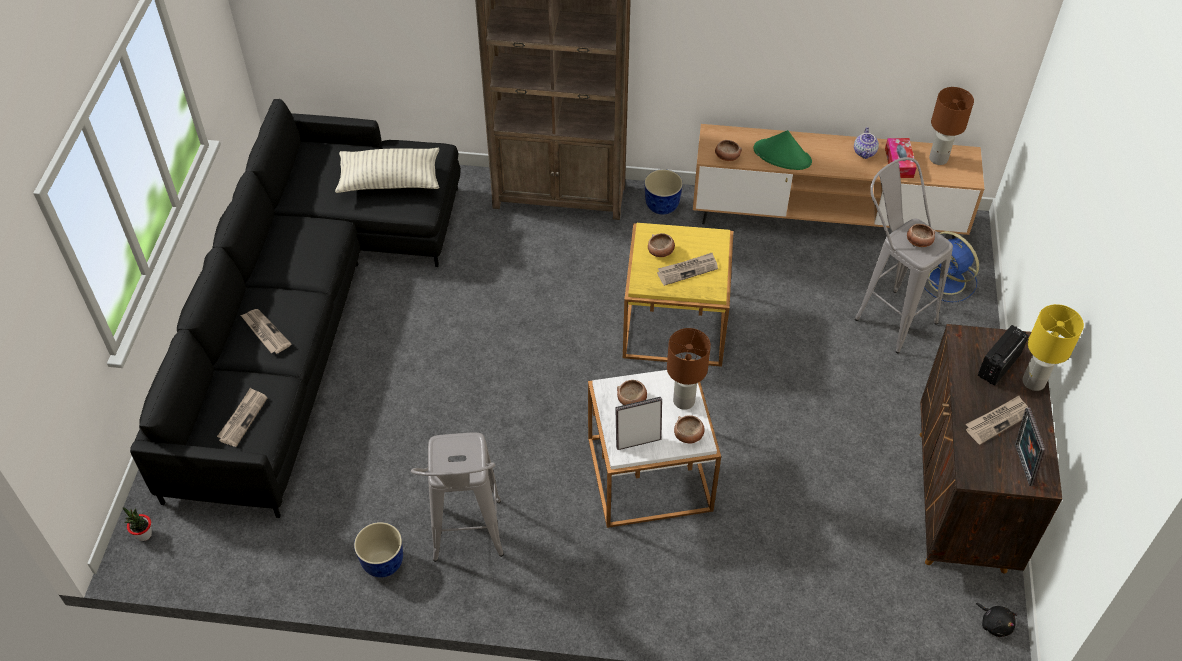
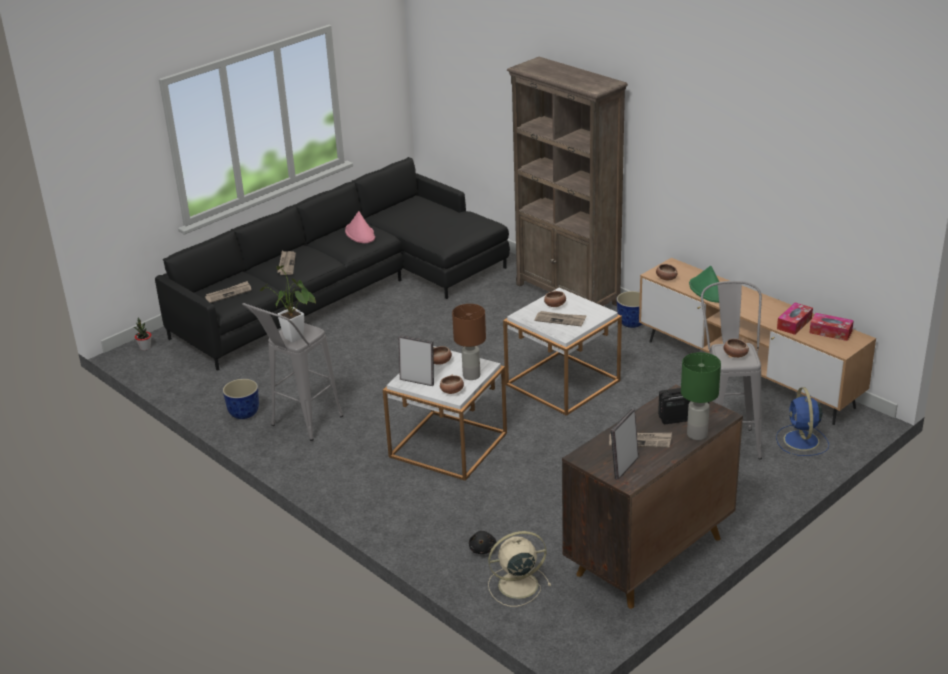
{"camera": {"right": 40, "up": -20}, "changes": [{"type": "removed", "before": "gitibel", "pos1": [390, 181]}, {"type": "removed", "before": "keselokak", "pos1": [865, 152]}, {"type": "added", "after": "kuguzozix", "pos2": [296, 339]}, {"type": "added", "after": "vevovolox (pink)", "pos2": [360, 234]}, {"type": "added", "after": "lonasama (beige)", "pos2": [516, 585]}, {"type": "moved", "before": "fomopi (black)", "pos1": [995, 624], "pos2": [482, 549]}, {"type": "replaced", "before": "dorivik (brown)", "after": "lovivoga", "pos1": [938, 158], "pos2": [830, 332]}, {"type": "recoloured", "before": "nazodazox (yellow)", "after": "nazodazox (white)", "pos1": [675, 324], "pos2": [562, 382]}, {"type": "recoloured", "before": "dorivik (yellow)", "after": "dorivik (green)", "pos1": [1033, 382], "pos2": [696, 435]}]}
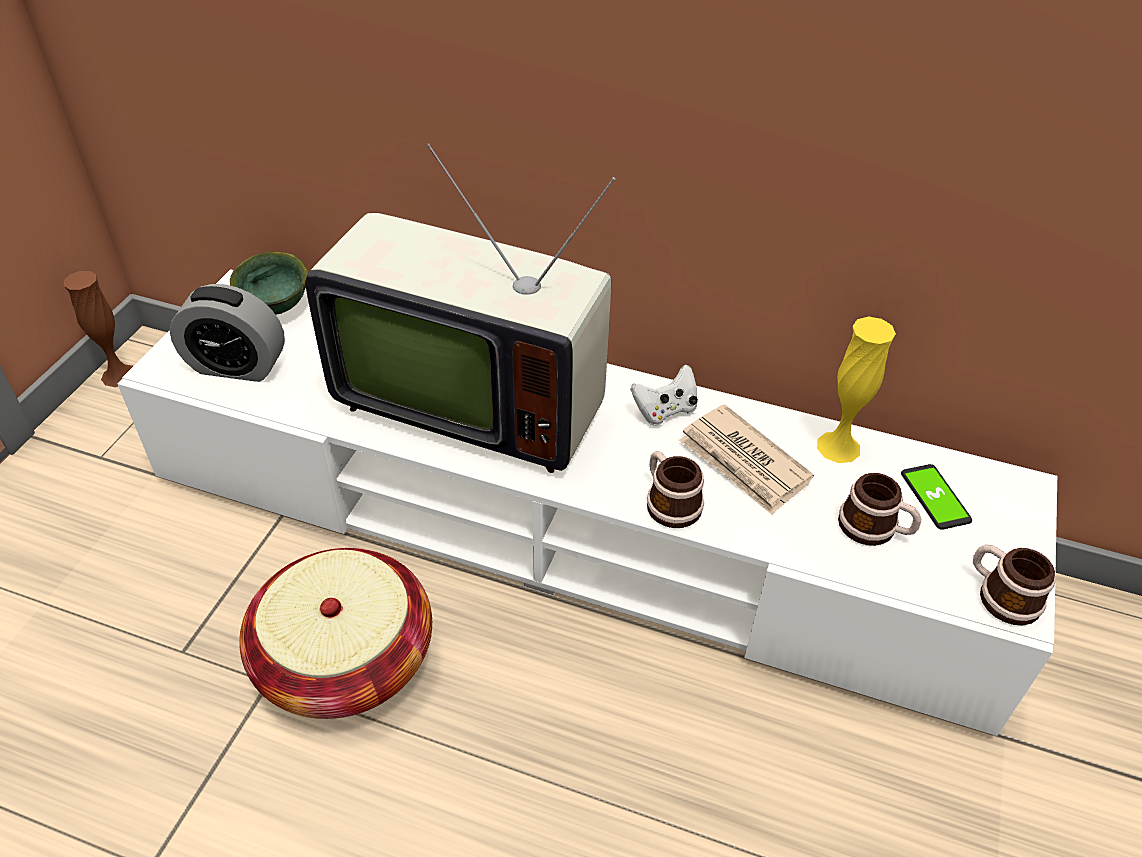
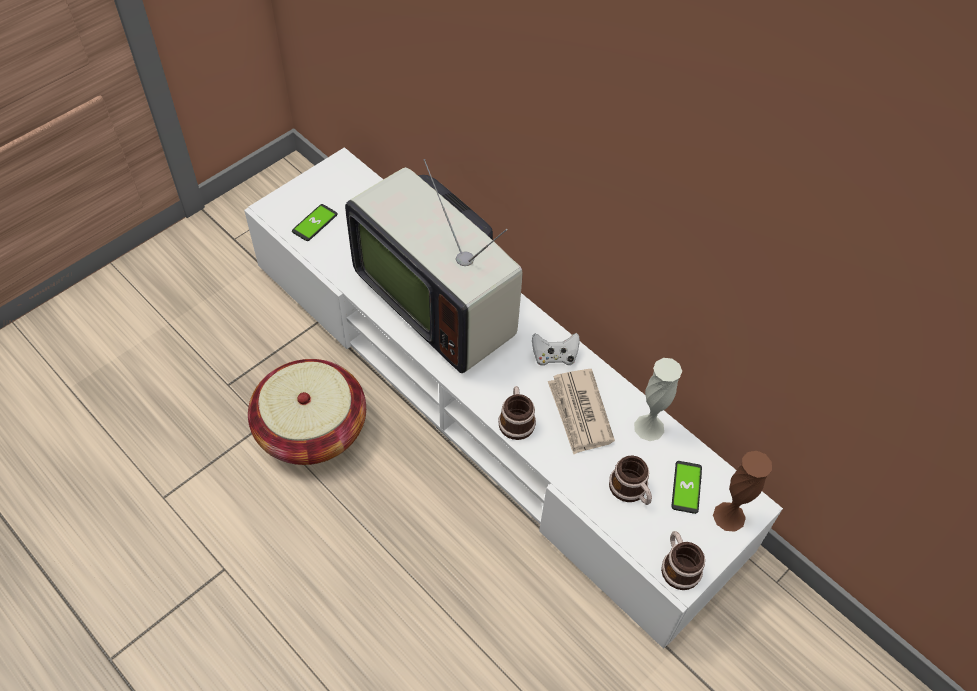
{"camera": {"right": 25, "up": 10}, "changes": [{"type": "removed", "before": "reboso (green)", "pos1": [278, 308]}, {"type": "moved", "before": "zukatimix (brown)", "pos1": [119, 375], "pos2": [729, 516]}, {"type": "replaced", "before": "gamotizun", "after": "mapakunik", "pos1": [237, 366], "pos2": [315, 223]}, {"type": "recoloured", "before": "zukatimix (yellow)", "after": "zukatimix (white)", "pos1": [838, 447], "pos2": [649, 427]}]}
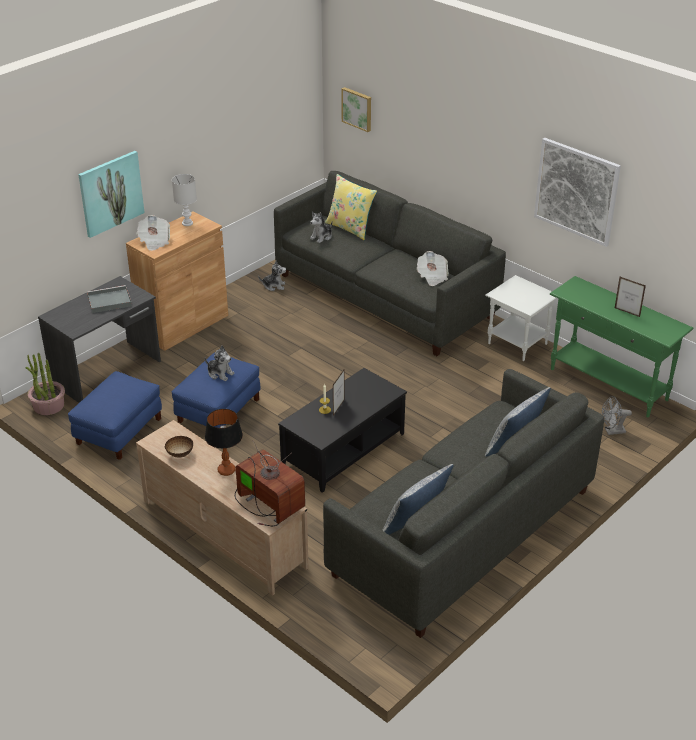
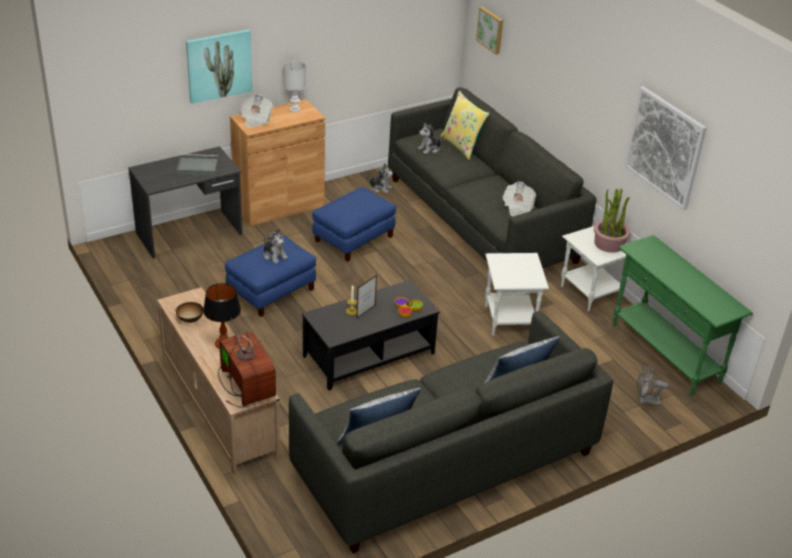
{"camera": {"right": 15, "up": 0}, "changes": [{"type": "removed", "before": "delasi", "pos1": [627, 312]}, {"type": "added", "after": "reboso", "pos2": [407, 310]}, {"type": "added", "after": "nazodazox (white)", "pos2": [509, 321]}, {"type": "moved", "before": "kuguzozix", "pos1": [48, 406], "pos2": [609, 244]}, {"type": "moved", "before": "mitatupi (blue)", "pos1": [118, 431], "pos2": [353, 238]}]}
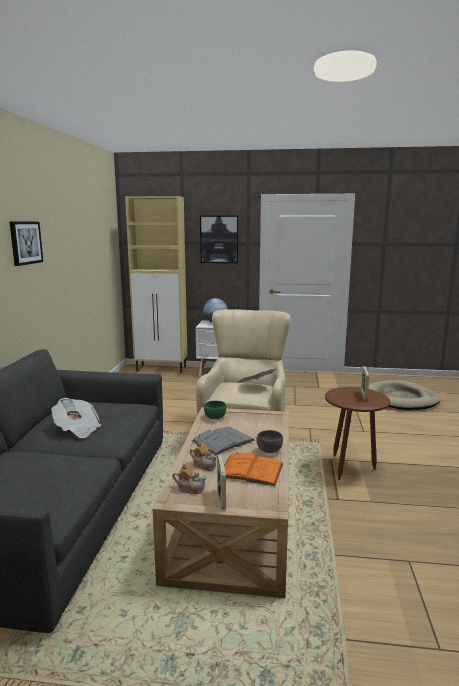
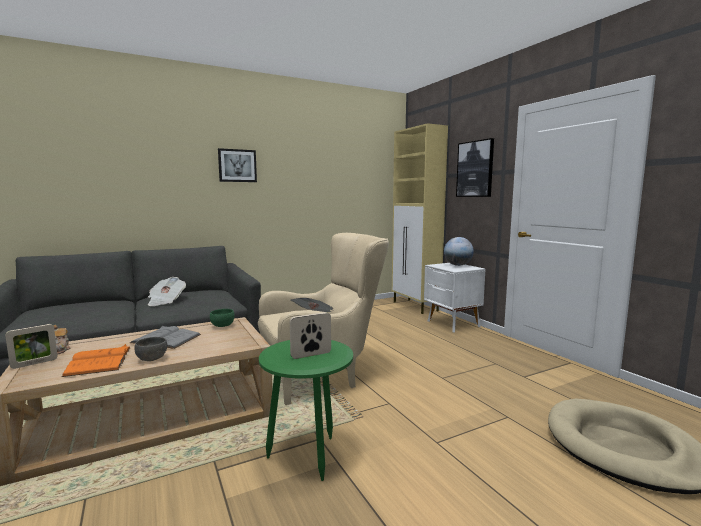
{"camera": {"right": 55, "up": -5}, "changes": [{"type": "removed", "before": "keselokak", "pos1": [204, 465]}, {"type": "recoloured", "before": "nazodazox (brown)", "after": "nazodazox (green)", "pos1": [351, 468], "pos2": [308, 460]}]}
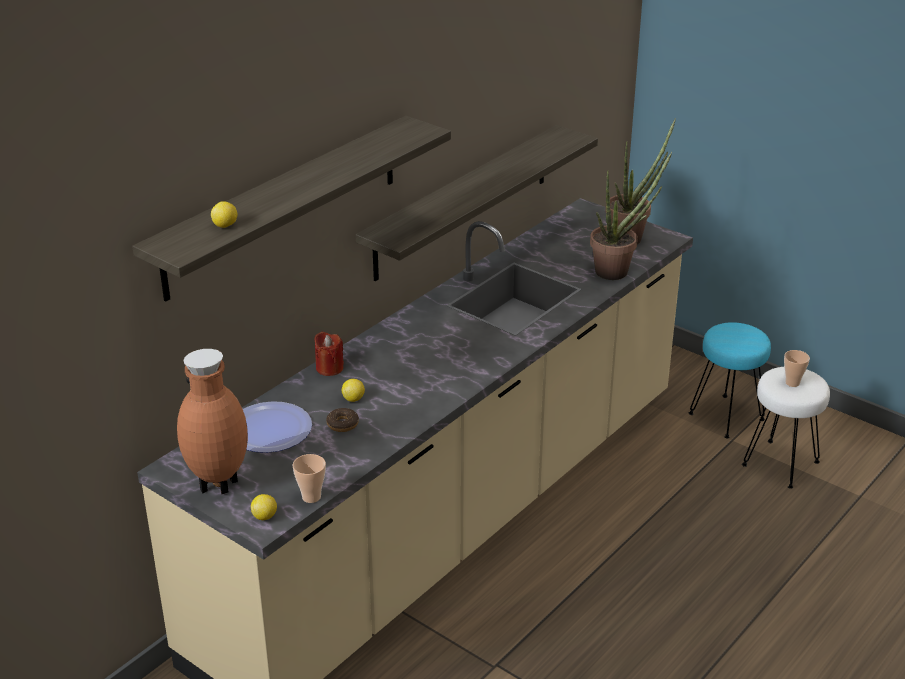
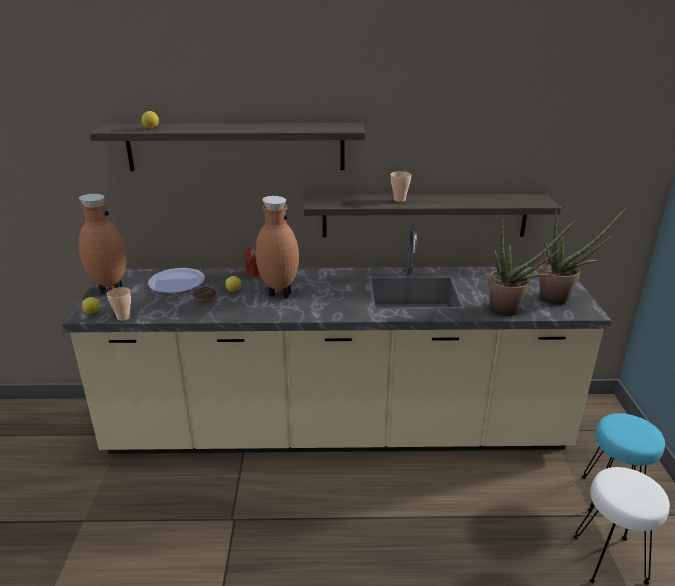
{"camera": {"right": 50, "up": -5}, "changes": [{"type": "added", "after": "zukatimix (brown)", "pos2": [278, 294]}, {"type": "moved", "before": "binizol", "pos1": [792, 383], "pos2": [399, 200]}]}
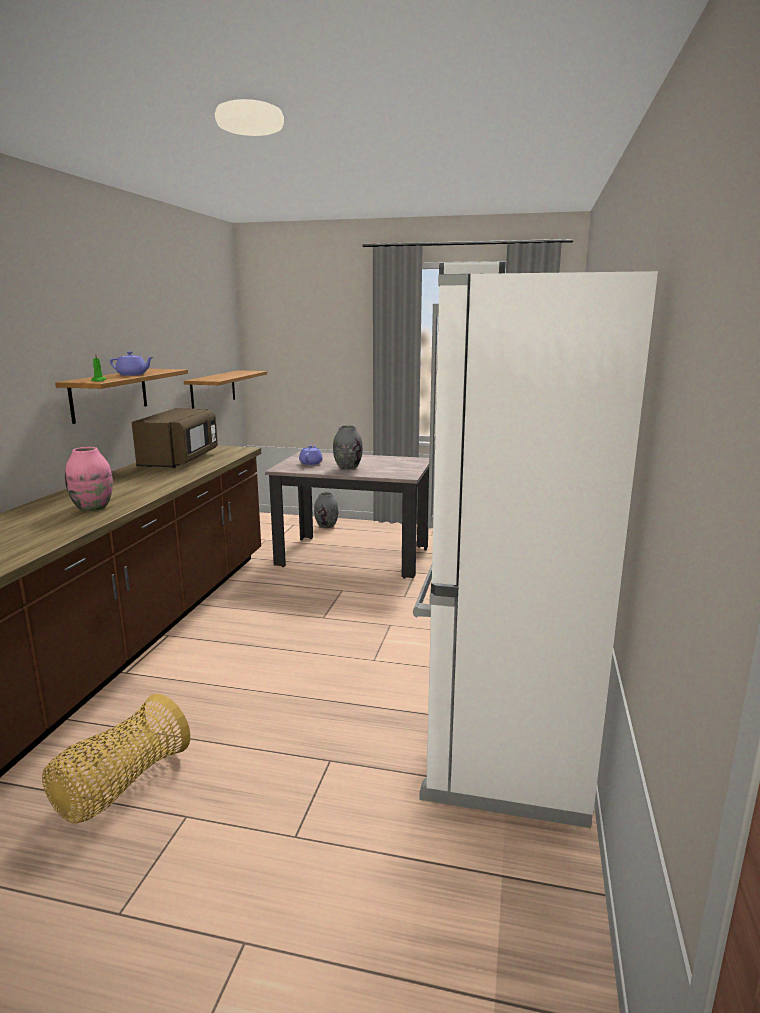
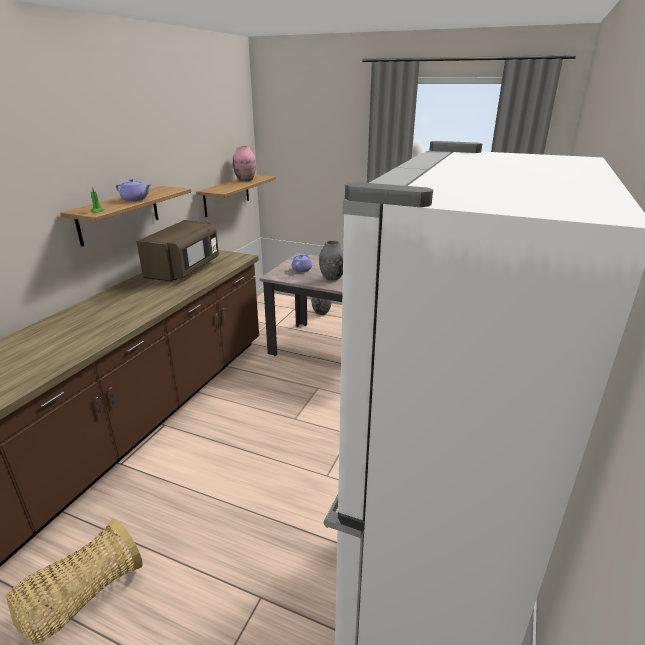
{"camera": {"right": 10, "up": 10}, "changes": [{"type": "moved", "before": "zukatimix (pink)", "pos1": [93, 508], "pos2": [245, 180]}]}
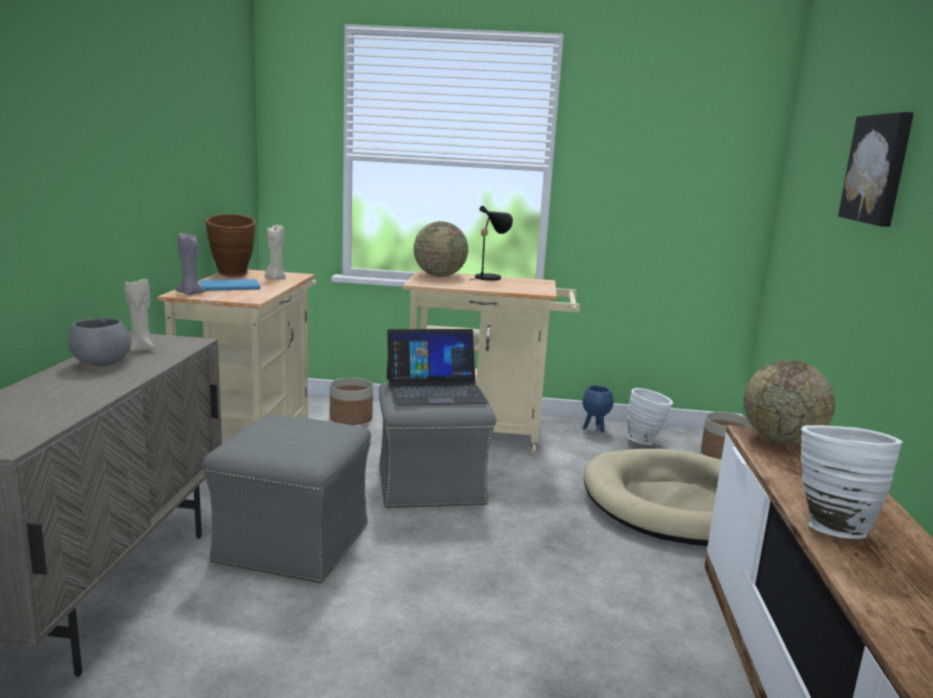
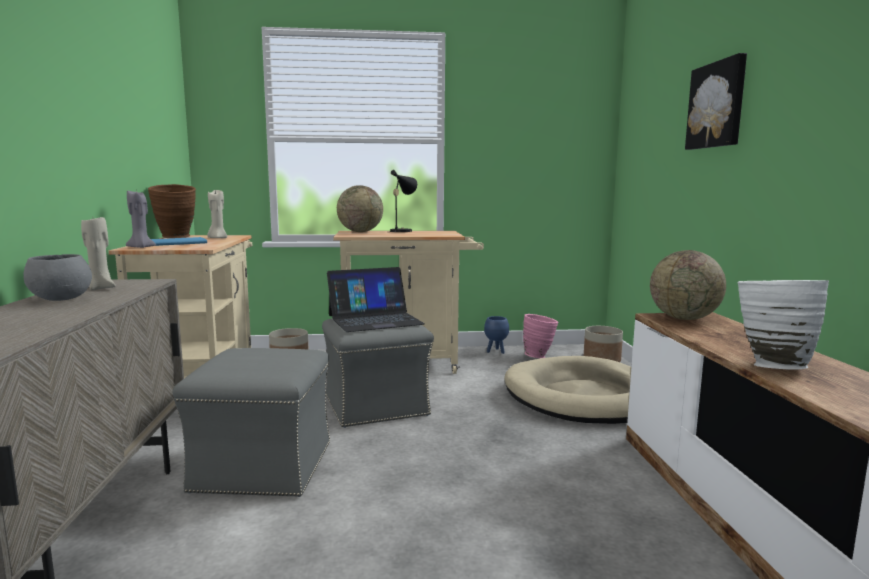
{"camera": {"right": -10, "up": -5}, "changes": [{"type": "recoloured", "before": "zukatimix (white)", "after": "zukatimix (pink)", "pos1": [646, 441], "pos2": [539, 356]}]}
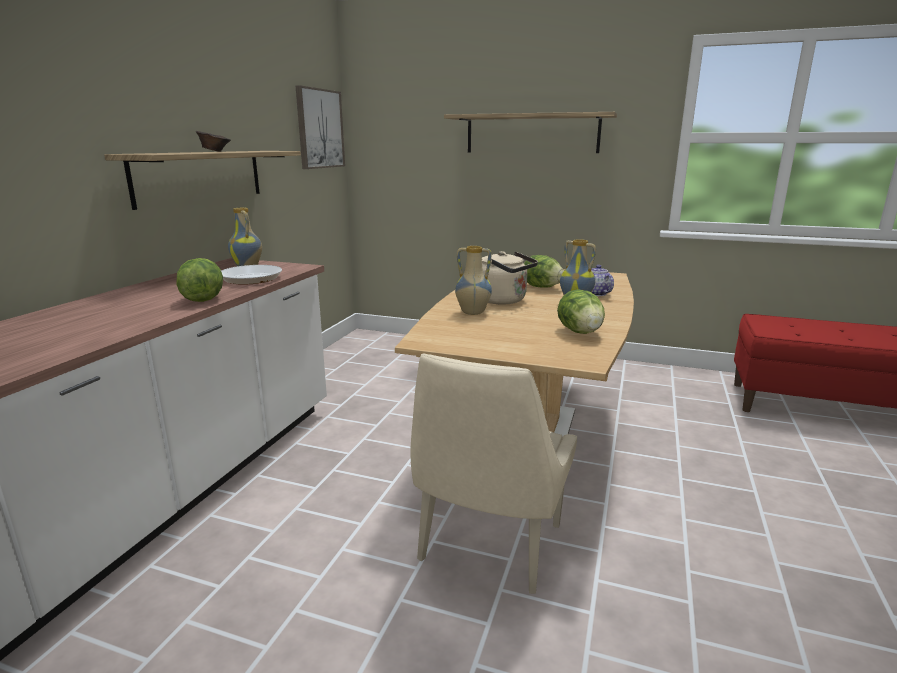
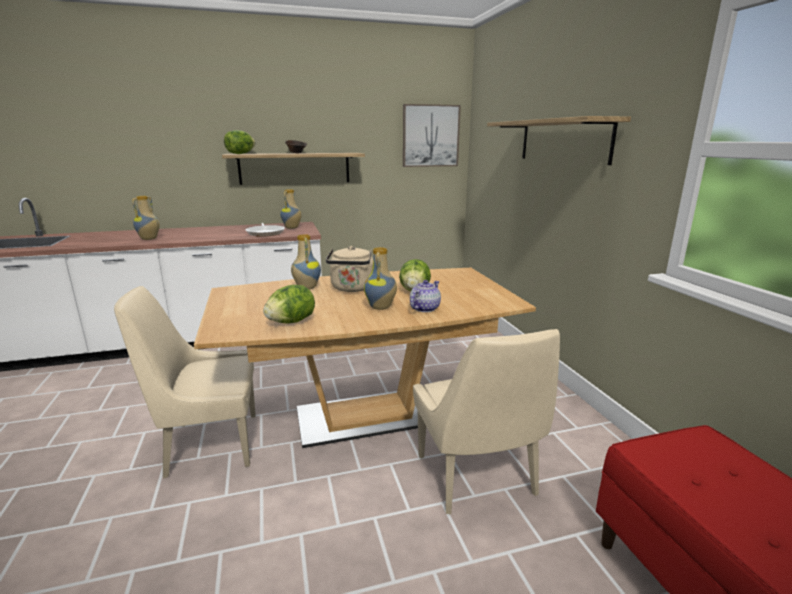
{"camera": {"right": 55, "up": 0}, "changes": [{"type": "added", "after": "zukatimix", "pos2": [149, 239]}, {"type": "added", "after": "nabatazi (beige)", "pos2": [477, 478]}, {"type": "moved", "before": "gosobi", "pos1": [203, 299], "pos2": [240, 154]}]}
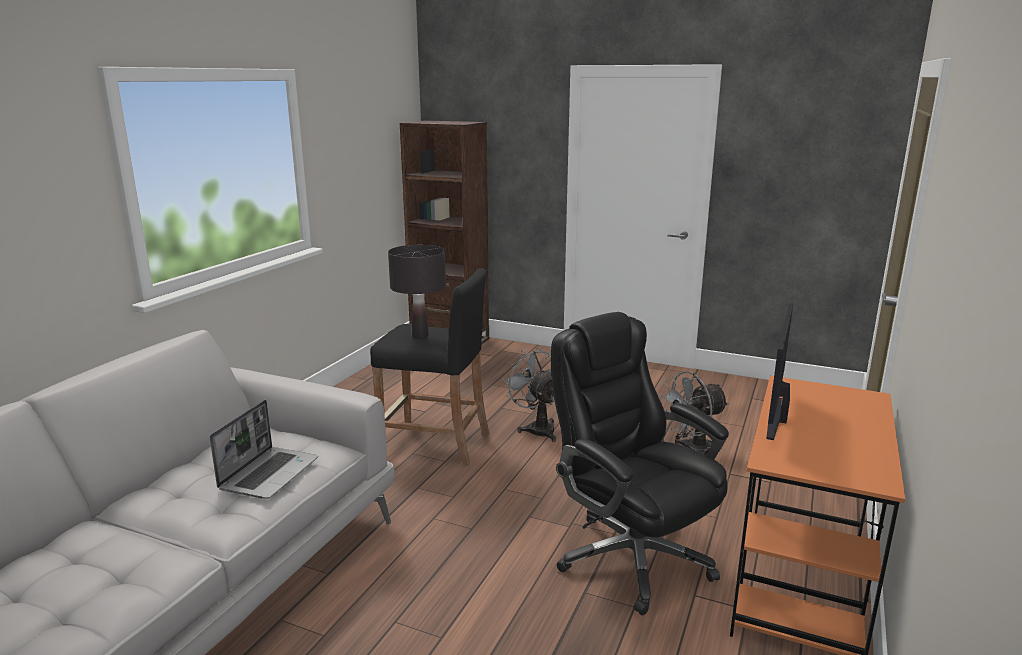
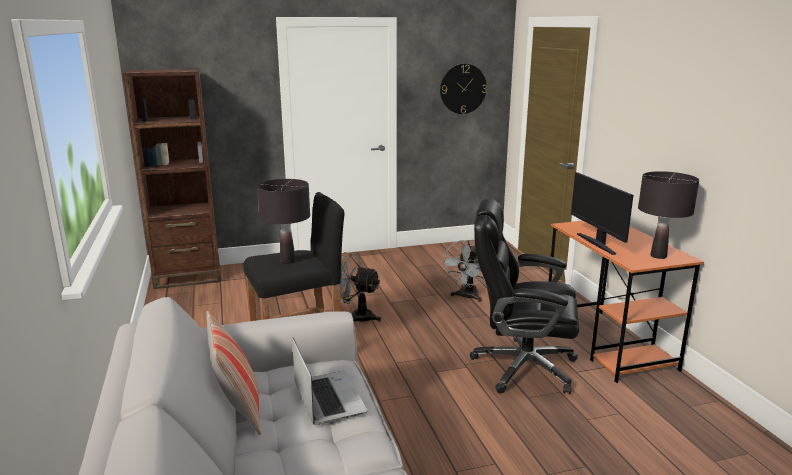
{"camera": {"right": -40, "up": 0}, "changes": [{"type": "added", "after": "gitibel", "pos2": [237, 409]}, {"type": "added", "after": "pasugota", "pos2": [463, 89]}, {"type": "added", "after": "dorivik (black)", "pos2": [658, 256]}]}
